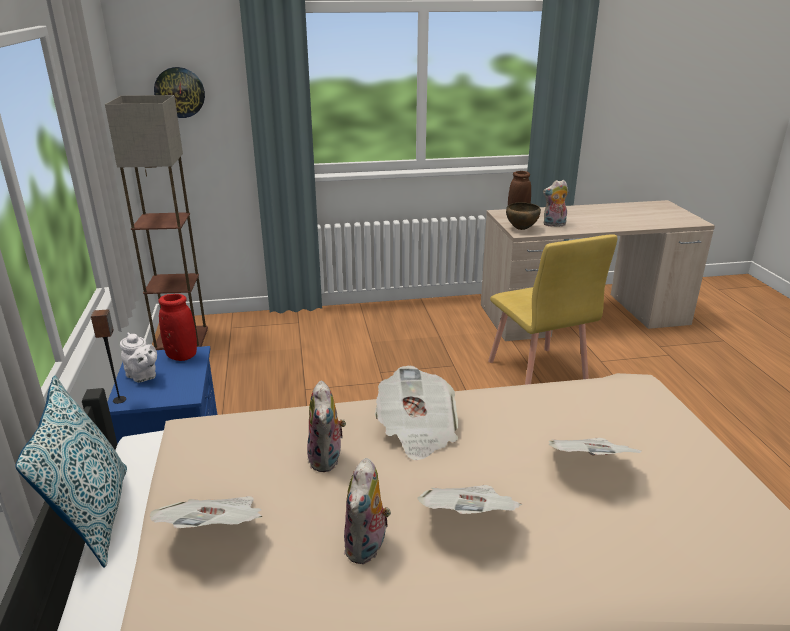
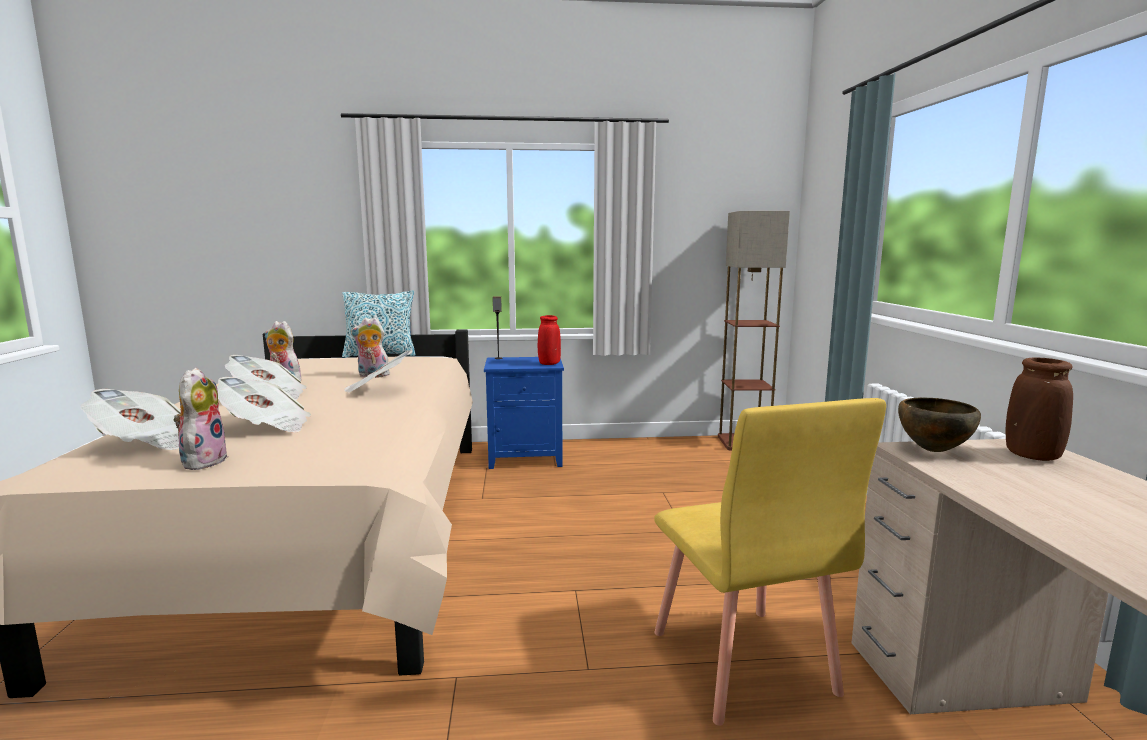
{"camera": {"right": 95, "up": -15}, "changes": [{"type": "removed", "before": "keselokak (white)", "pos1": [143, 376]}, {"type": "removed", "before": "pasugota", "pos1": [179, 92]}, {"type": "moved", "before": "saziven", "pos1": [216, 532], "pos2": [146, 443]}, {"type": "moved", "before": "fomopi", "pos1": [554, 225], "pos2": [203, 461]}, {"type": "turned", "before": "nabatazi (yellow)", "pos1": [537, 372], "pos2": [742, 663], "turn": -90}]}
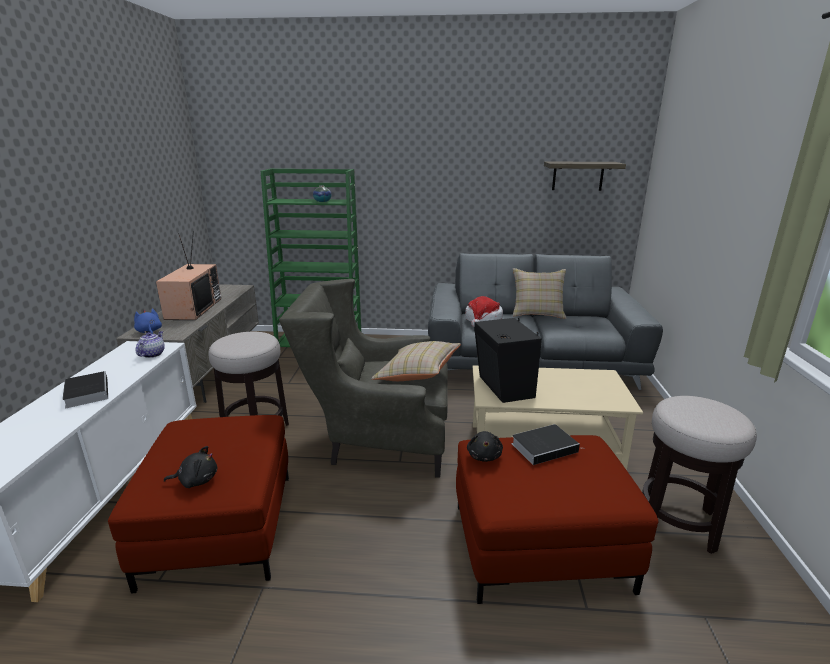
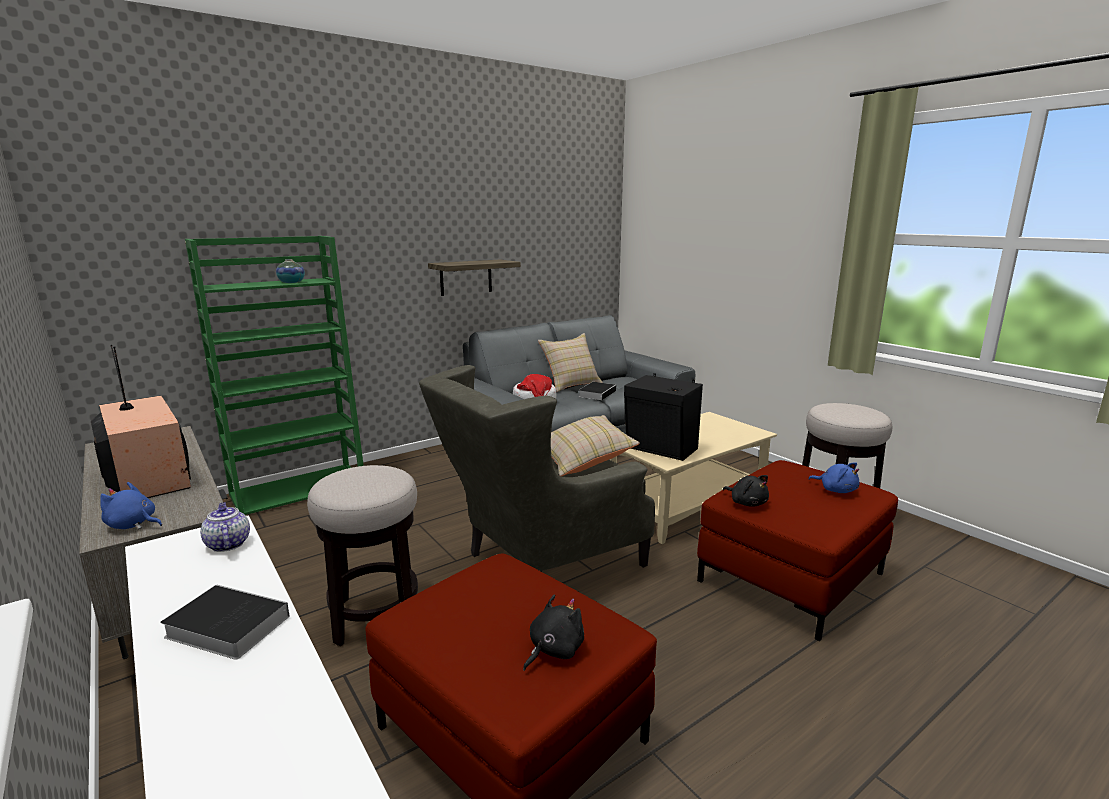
{"camera": {"right": -40, "up": -5}, "changes": [{"type": "added", "after": "fomopi (blue)", "pos2": [836, 490]}, {"type": "moved", "before": "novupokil", "pos1": [545, 447], "pos2": [597, 393]}, {"type": "moved", "before": "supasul", "pos1": [577, 176], "pos2": [466, 277]}]}
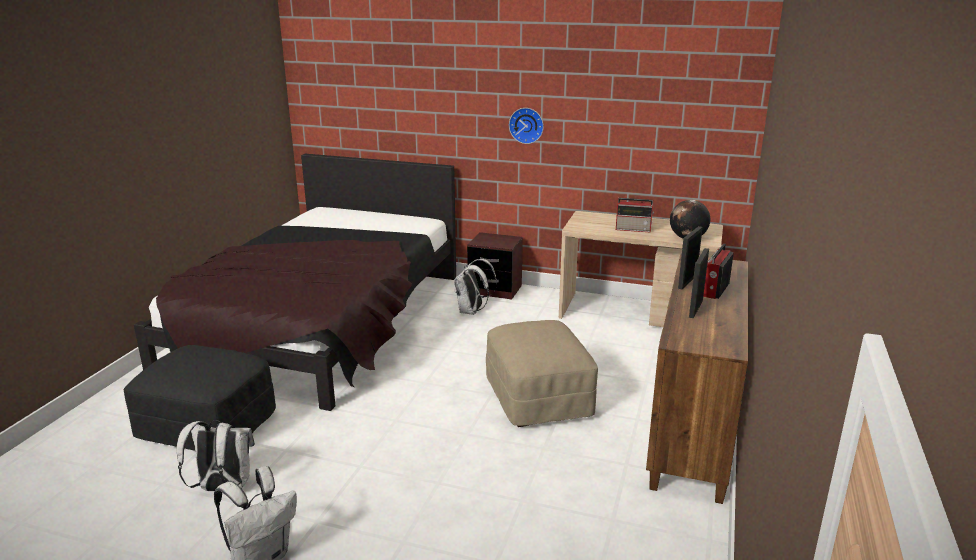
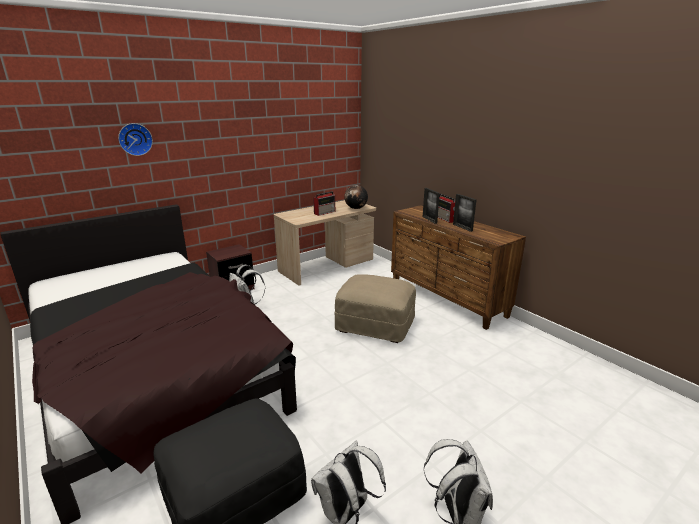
{"camera": {"right": -55, "up": 0}, "changes": [{"type": "moved", "before": "pasugota", "pos1": [526, 125], "pos2": [135, 139]}]}
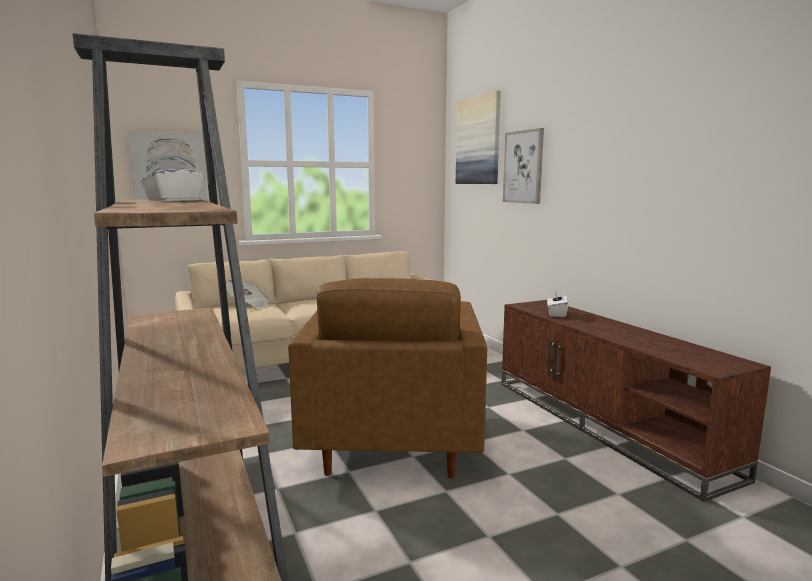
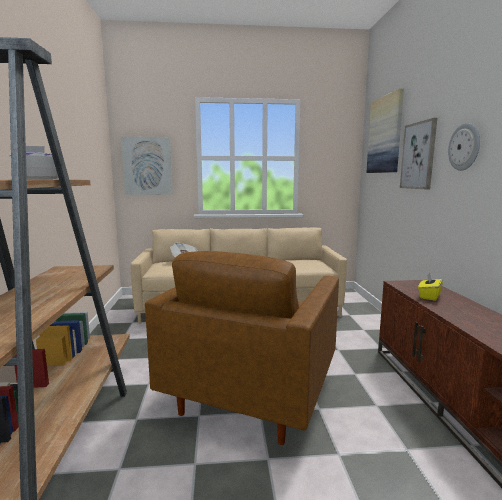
{"camera": {"right": 20, "up": 0}, "changes": [{"type": "added", "after": "pasugota", "pos2": [464, 147]}, {"type": "recoloured", "before": "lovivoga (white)", "after": "lovivoga (yellow)", "pos1": [556, 314], "pos2": [429, 296]}]}
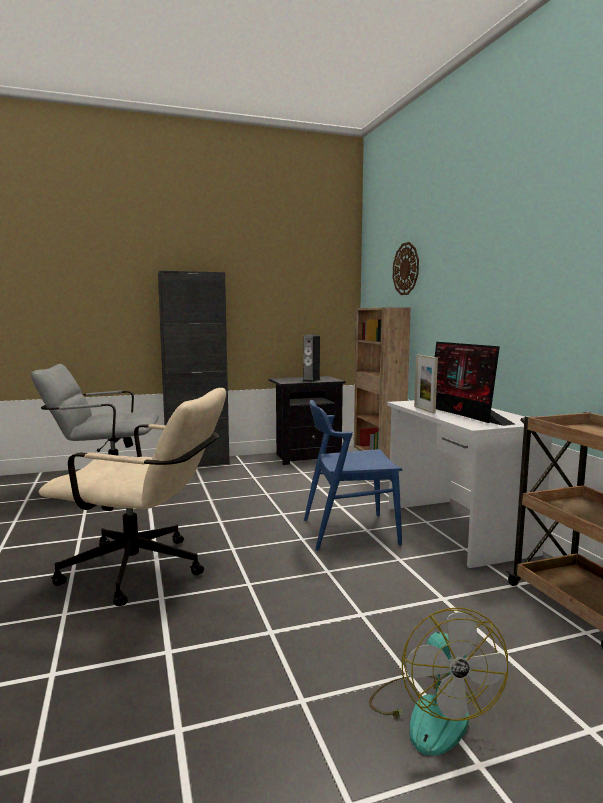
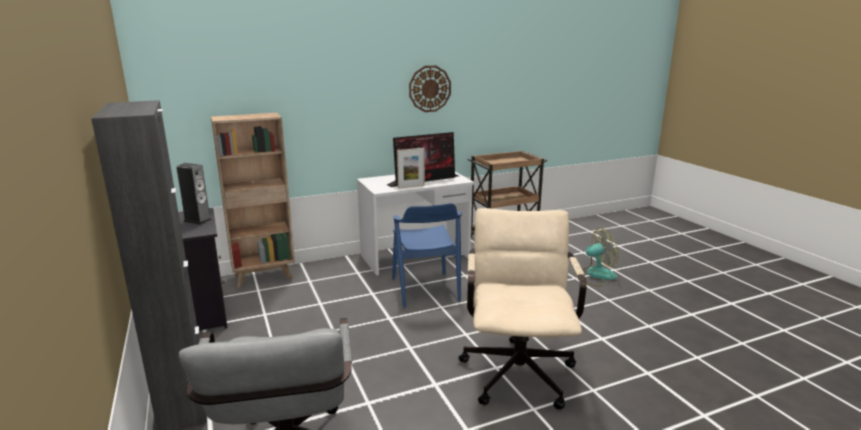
{"camera": {"right": -95, "up": 10}, "changes": [{"type": "moved", "before": "pasugota", "pos1": [406, 269], "pos2": [429, 88]}]}
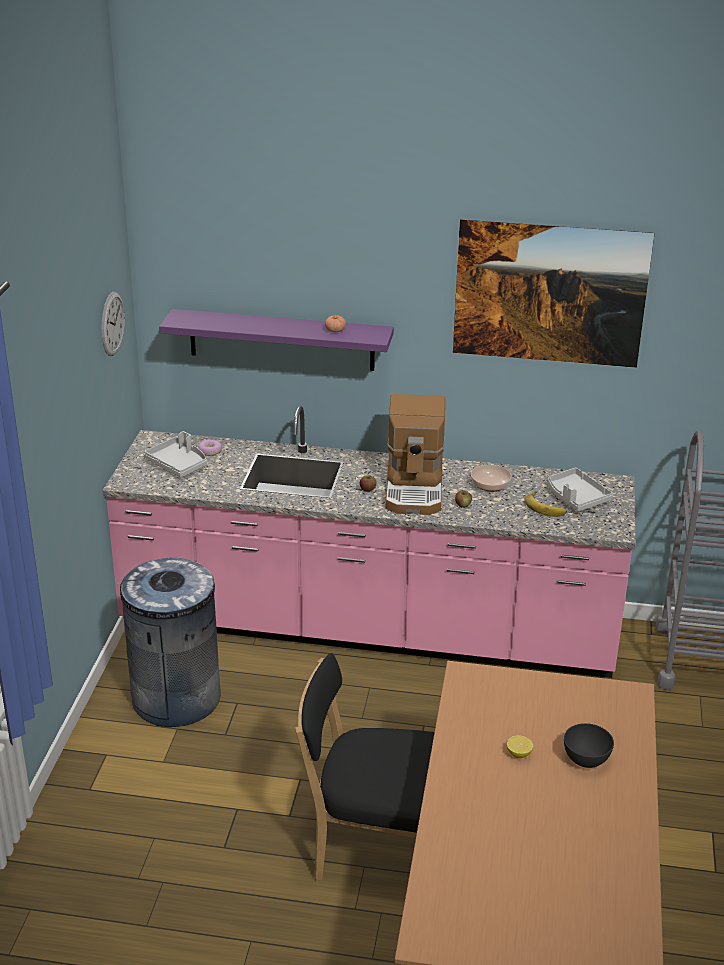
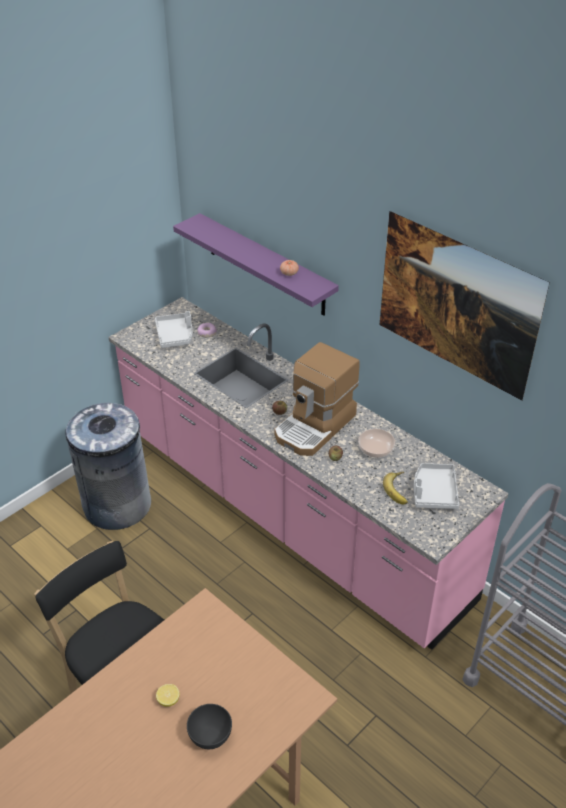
{"camera": {"right": 35, "up": 10}, "changes": [{"type": "removed", "before": "pasugota", "pos1": [112, 324]}]}
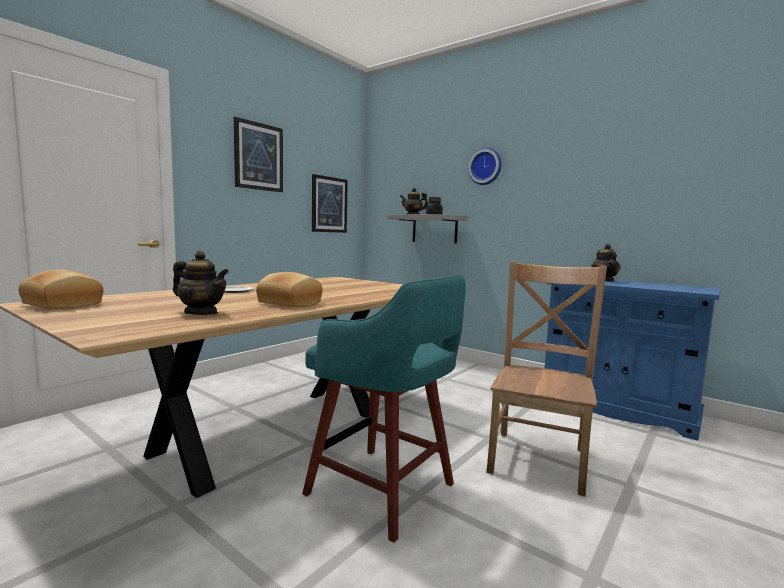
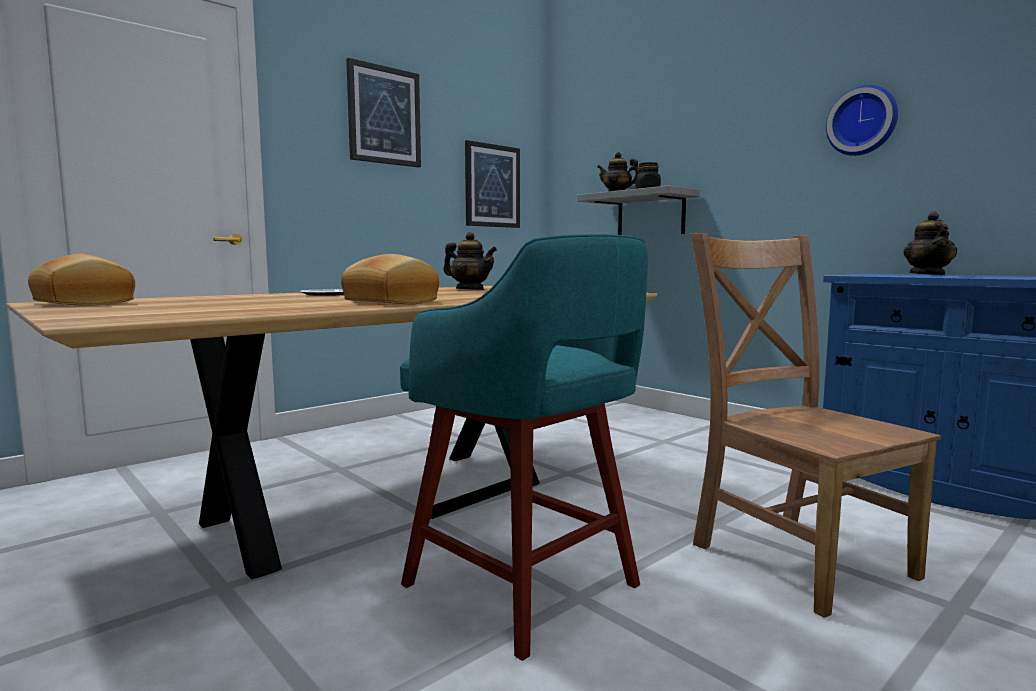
{"camera": {"right": 10, "up": 0}, "changes": [{"type": "moved", "before": "keselokak", "pos1": [201, 313], "pos2": [470, 290]}, {"type": "moved", "before": "pasugota", "pos1": [486, 167], "pos2": [863, 121]}, {"type": "turned", "before": "nabatazi (brown)", "pos1": [539, 457], "pos2": [795, 556], "turn": -60}]}
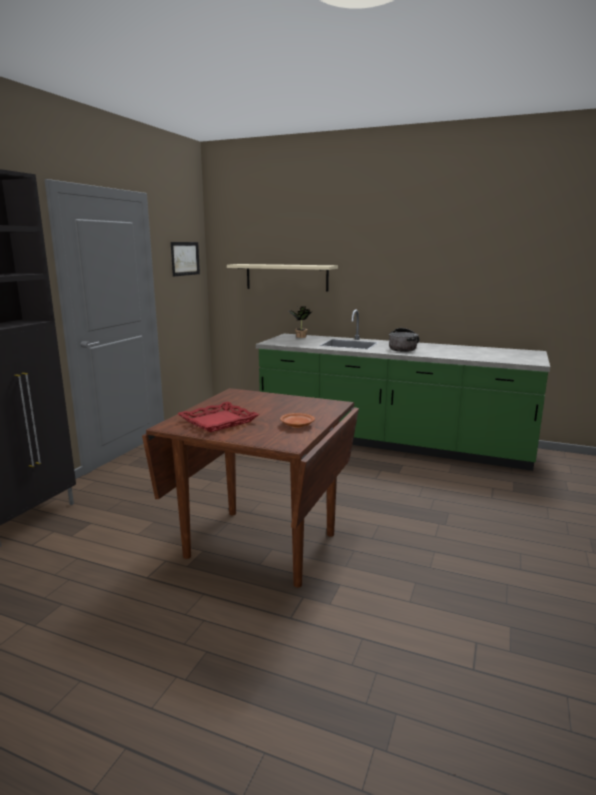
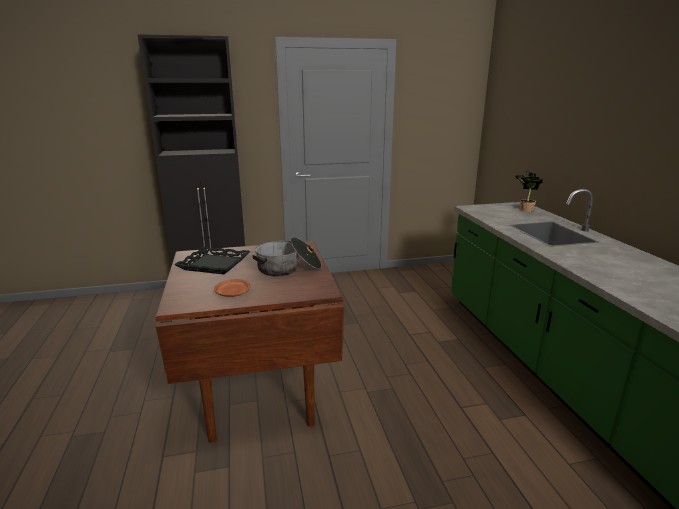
{"camera": {"right": 55, "up": 5}, "changes": [{"type": "removed", "before": "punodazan", "pos1": [185, 258]}, {"type": "removed", "before": "supasul (beige)", "pos1": [286, 277]}, {"type": "moved", "before": "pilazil", "pos1": [403, 348], "pos2": [288, 268]}, {"type": "recoloured", "before": "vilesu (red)", "after": "vilesu (black)", "pos1": [218, 421], "pos2": [214, 264]}]}
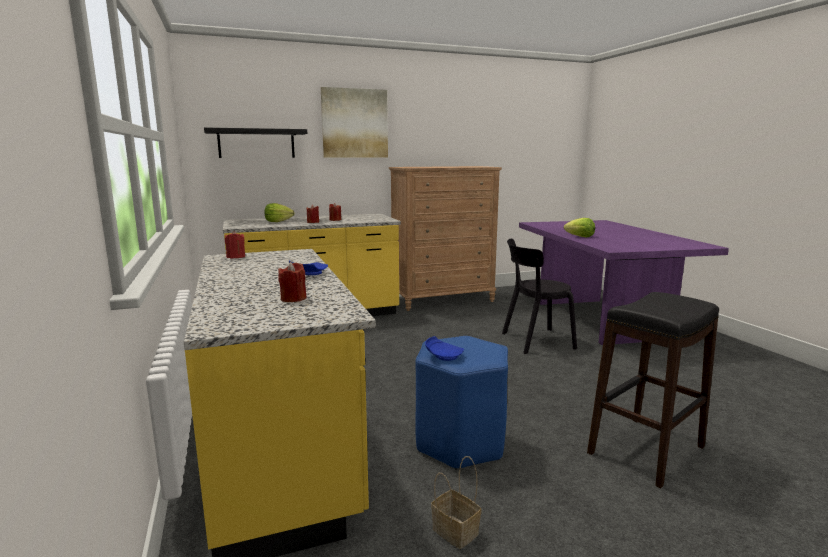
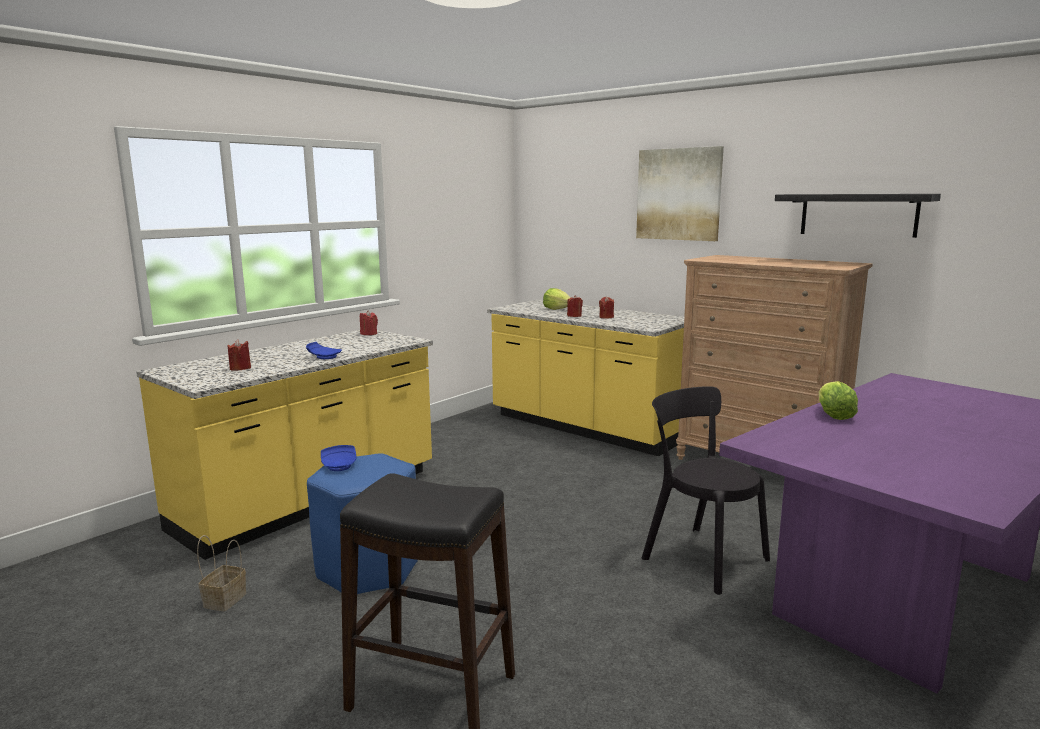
{"camera": {"right": 60, "up": 0}, "changes": [{"type": "moved", "before": "supasul (black)", "pos1": [256, 143], "pos2": [858, 214]}]}
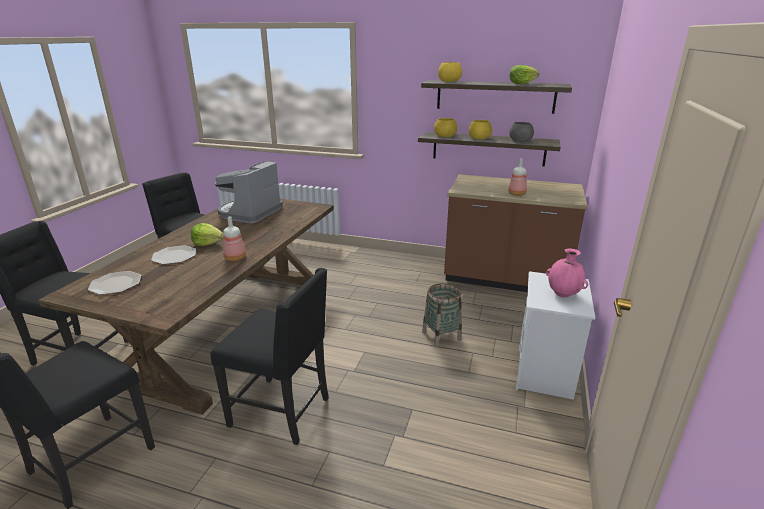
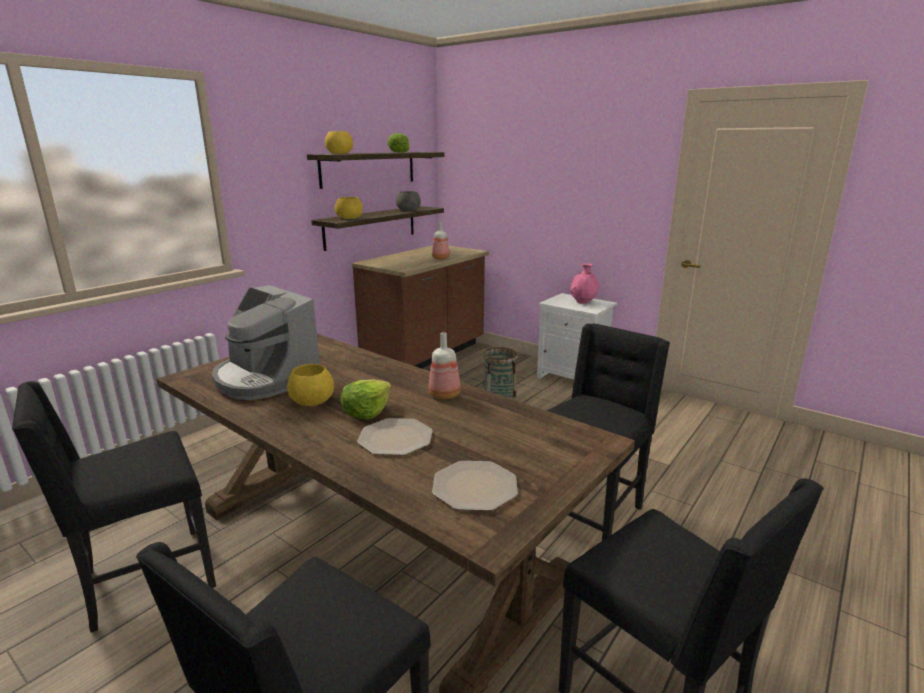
{"camera": {"right": -70, "up": -5}, "changes": [{"type": "moved", "before": "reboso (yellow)", "pos1": [479, 138], "pos2": [312, 401]}]}
